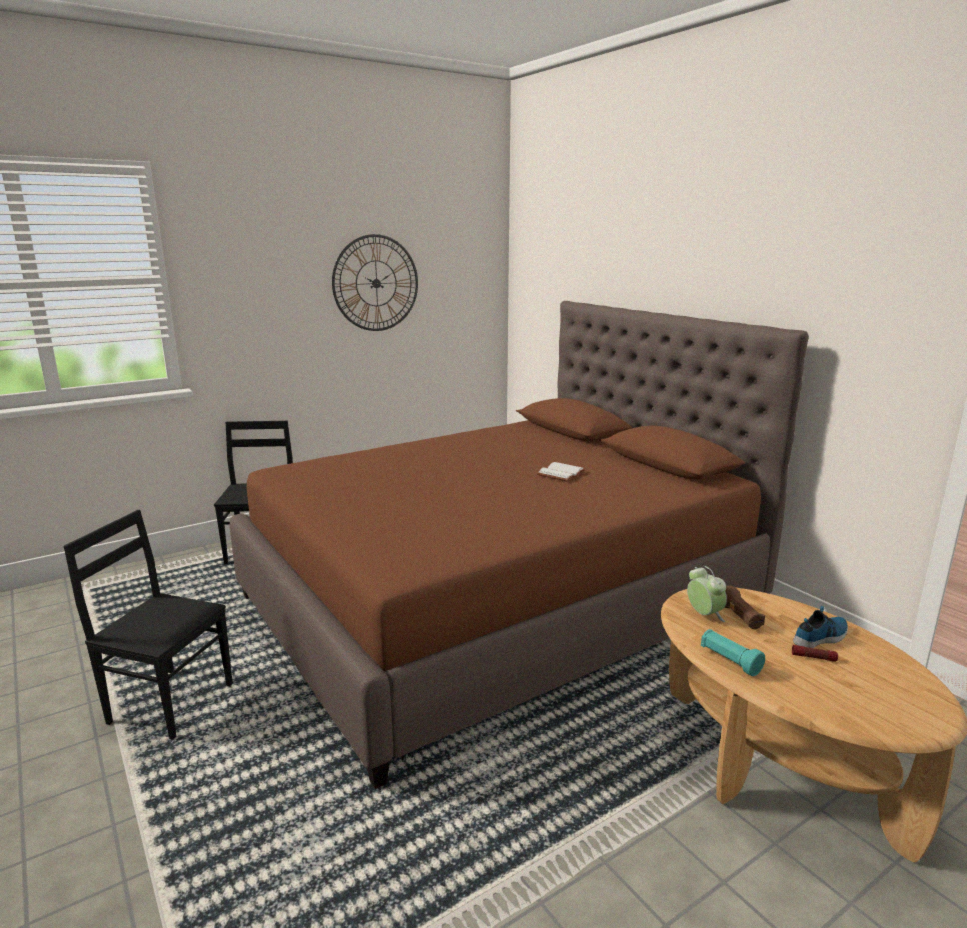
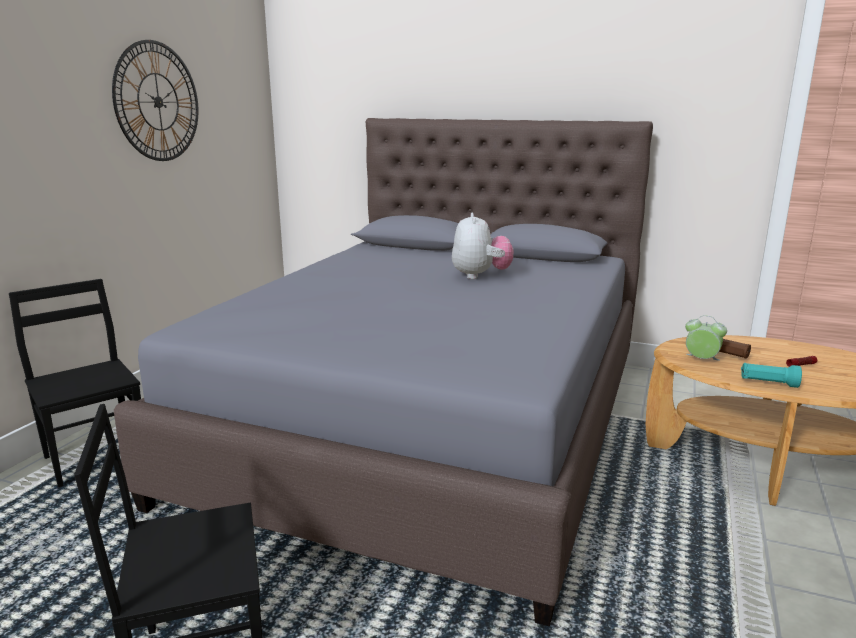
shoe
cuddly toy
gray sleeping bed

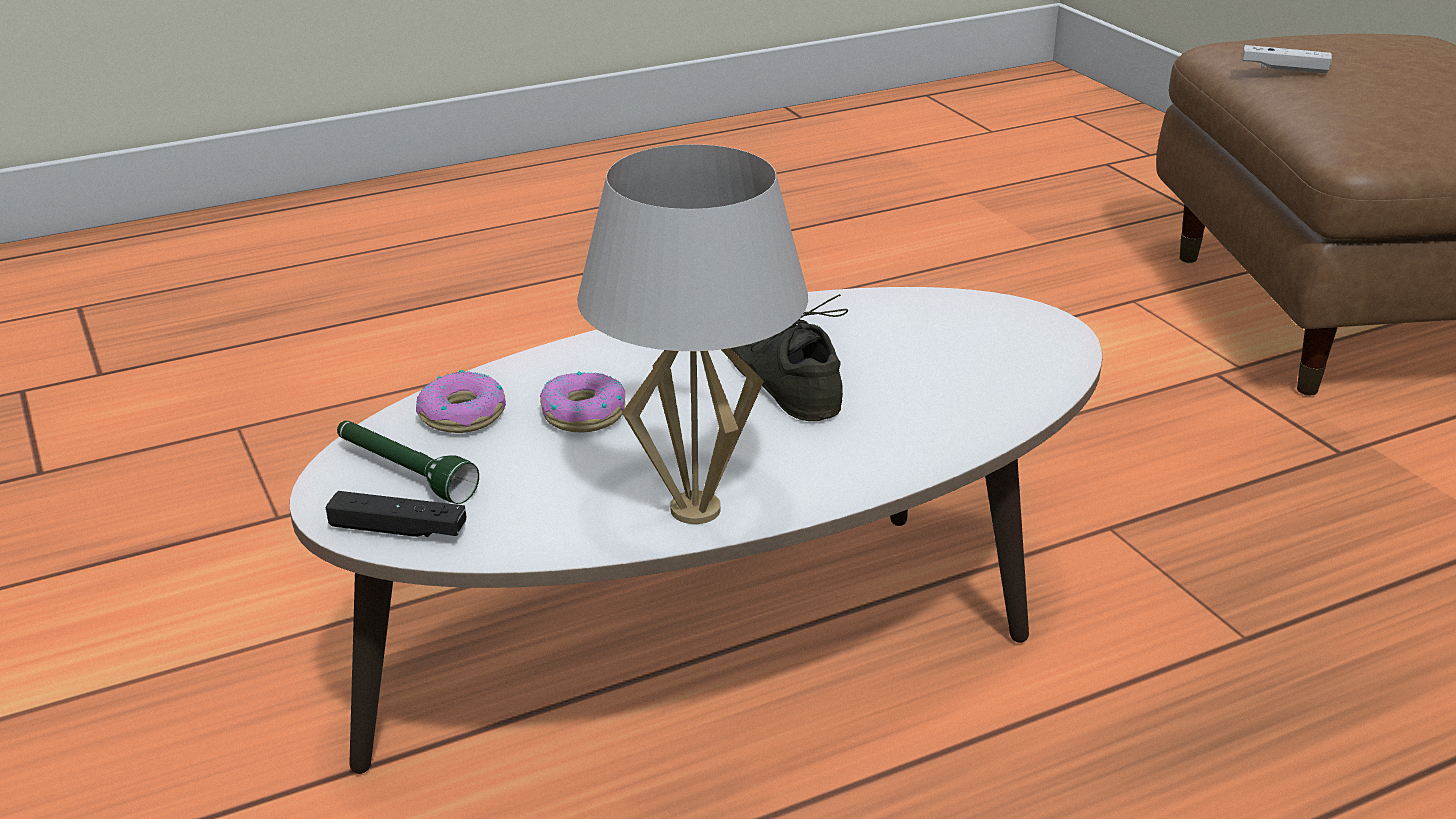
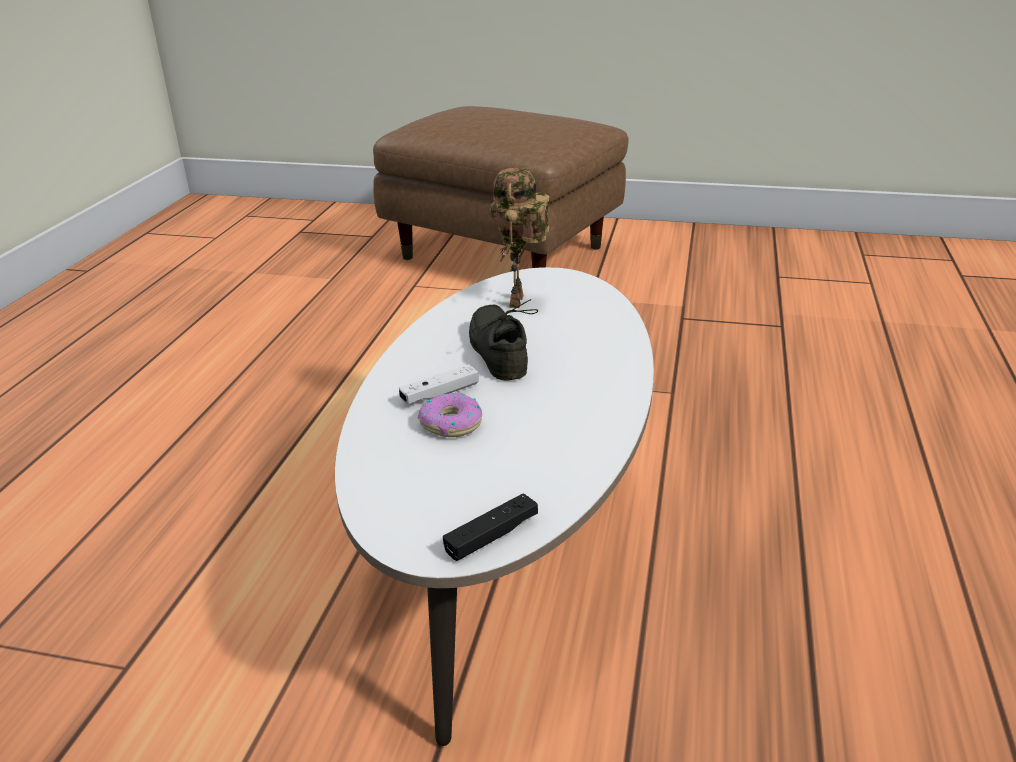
green-coloured flashlight
donut (1st from left in the first image)
white tabletop lamp
robot figure
white gamepad
gray shoe

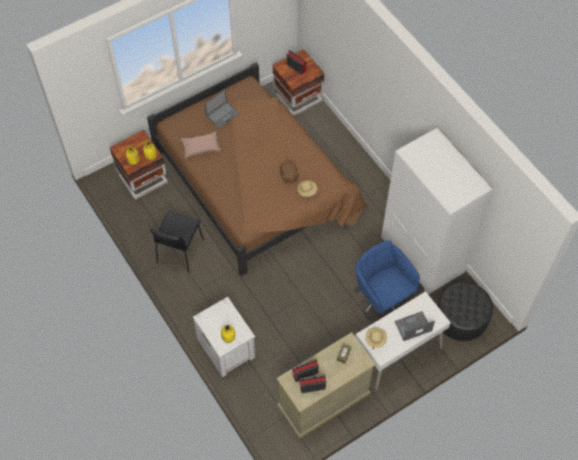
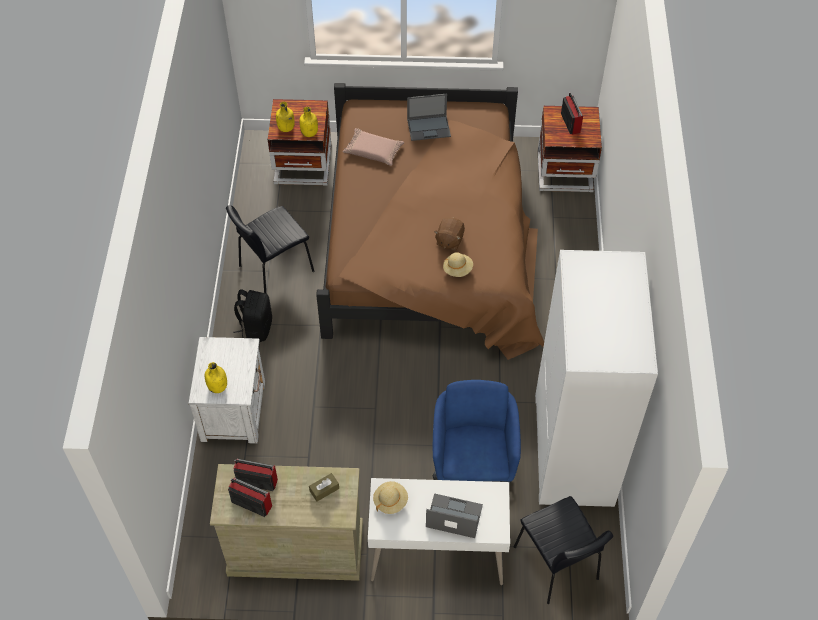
black-coloured knapsack
black-coloured chair (2nd from left)

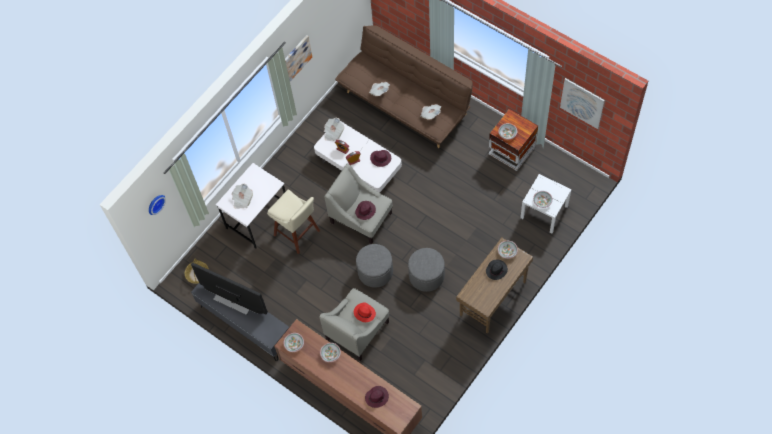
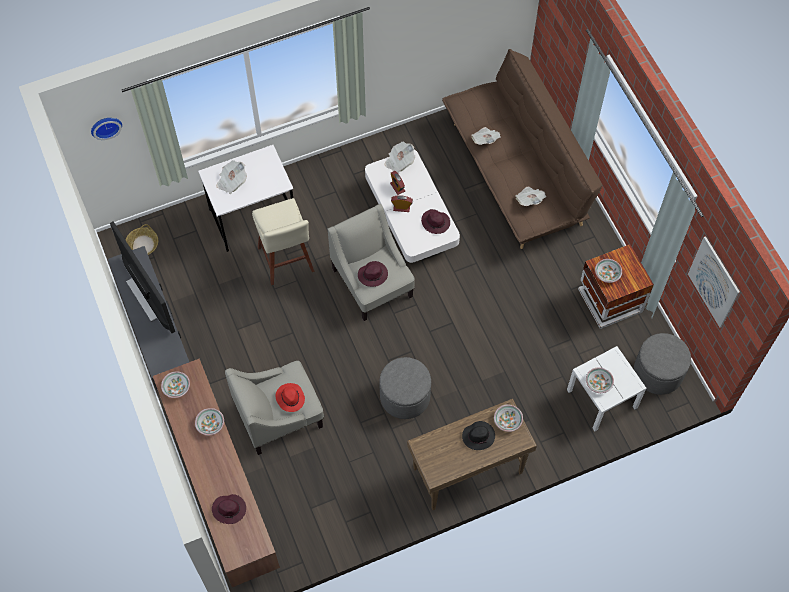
wall picture (1st from left in the first image)
gray ottoman (2nd from left)

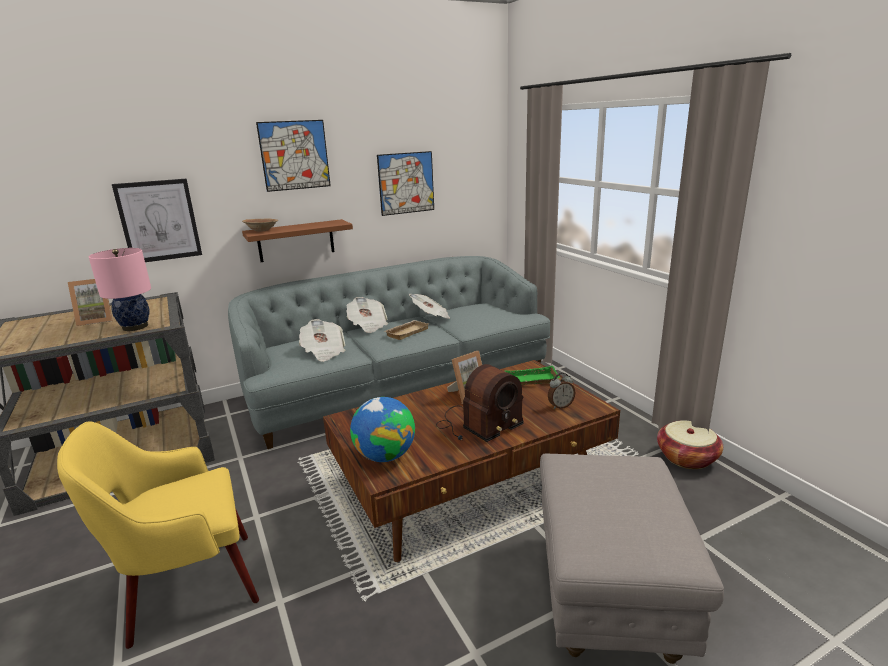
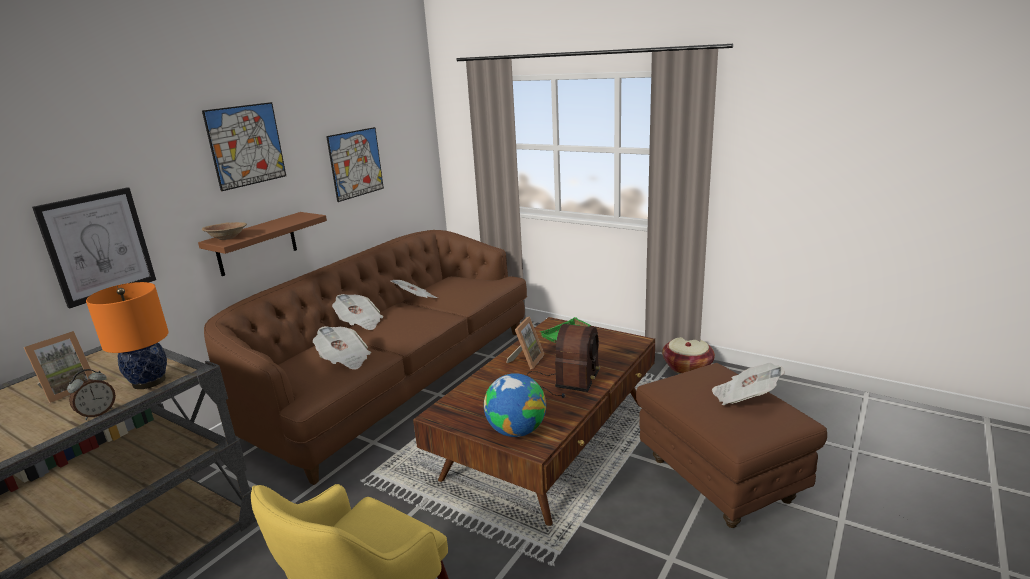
sand-coloured tray
newspaper (4th from left)
table clock
orangey tabletop lamp
brown sofa
brown ottoman

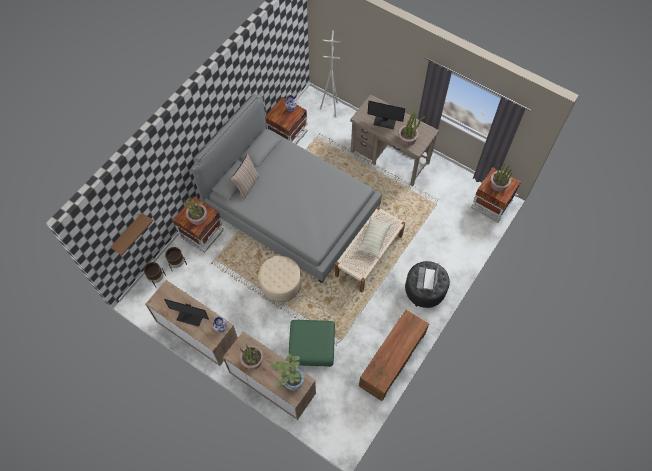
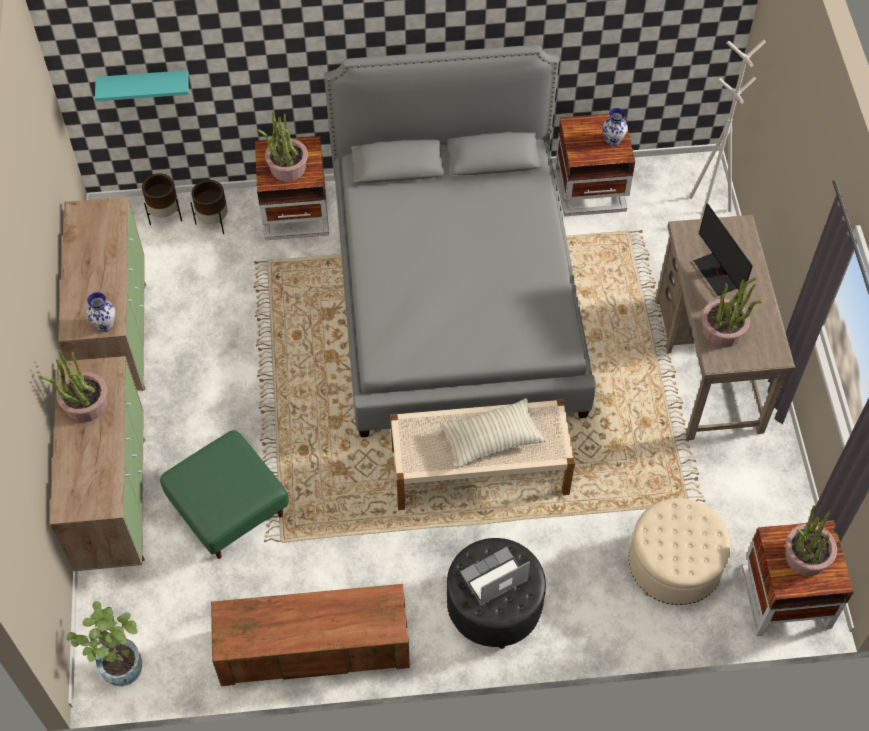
monitor (1st from left in the first image)
cushion (1st from left in the first image)
sand-coloured ottoman
plant in a pot (2nd from left)
blue-green wall shelf

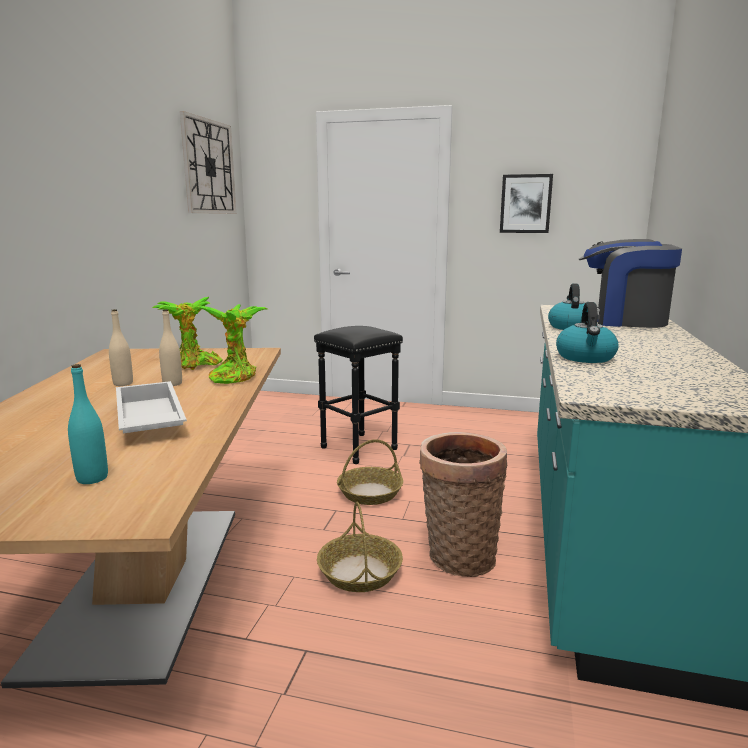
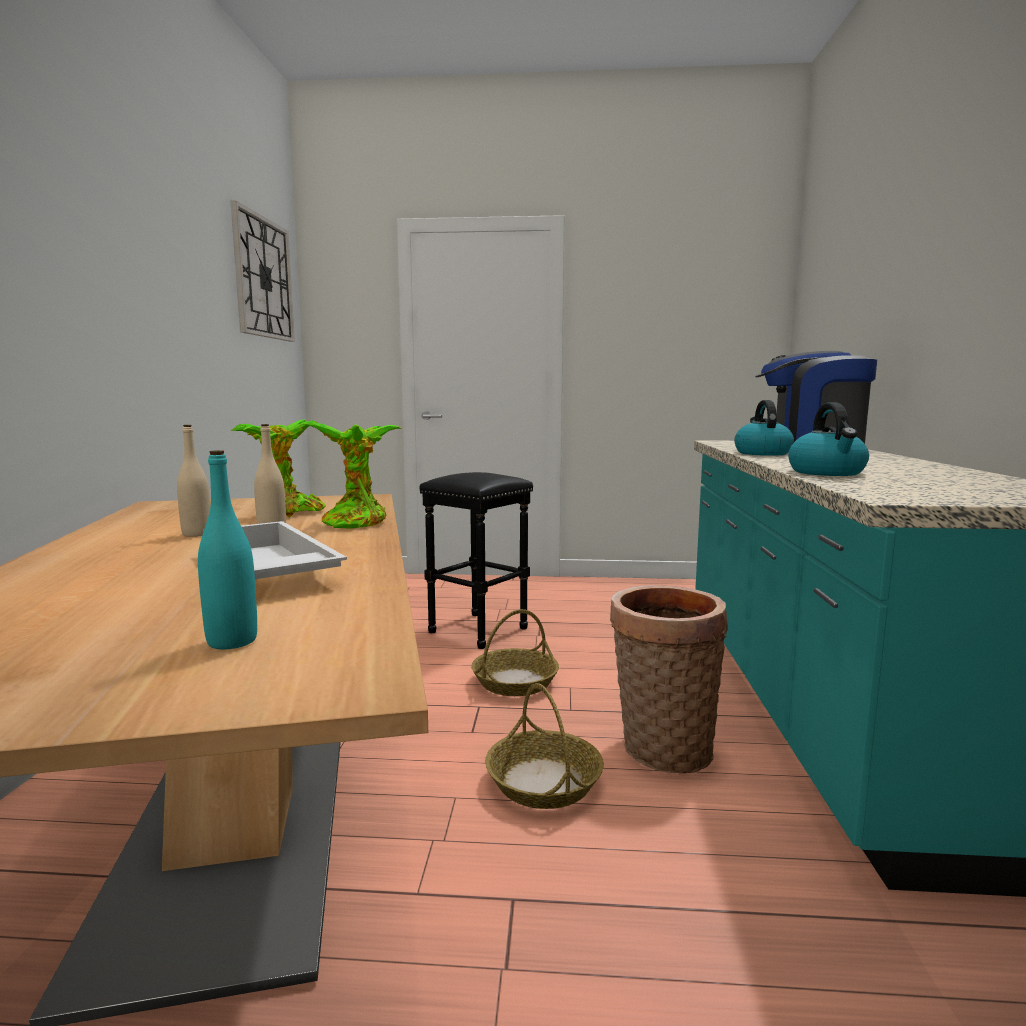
wall picture

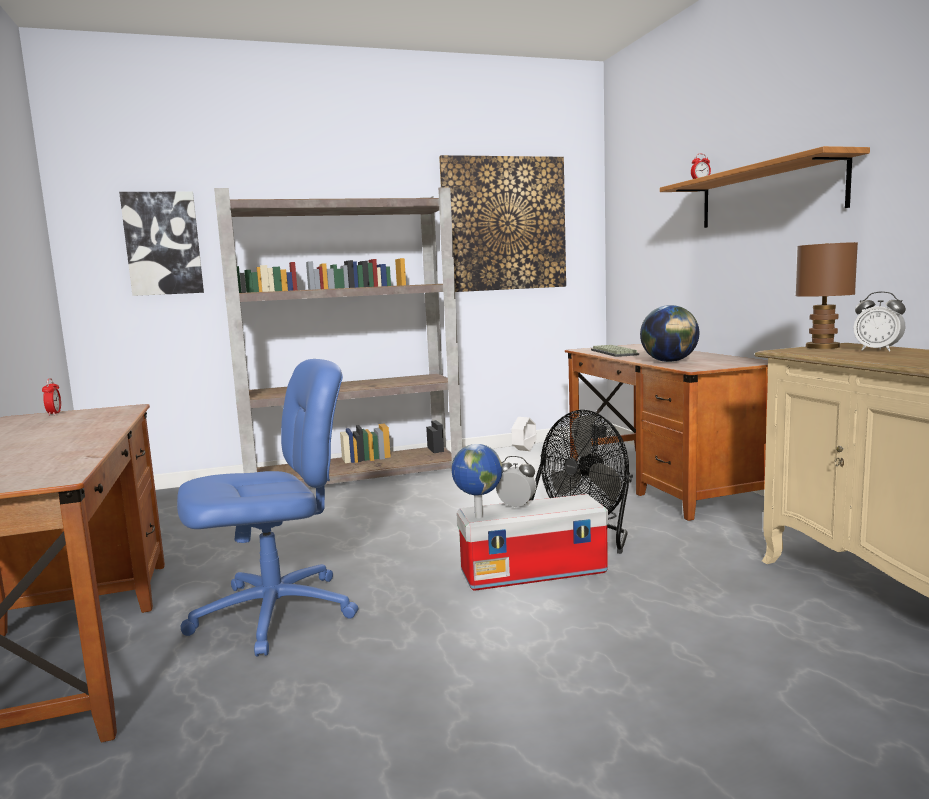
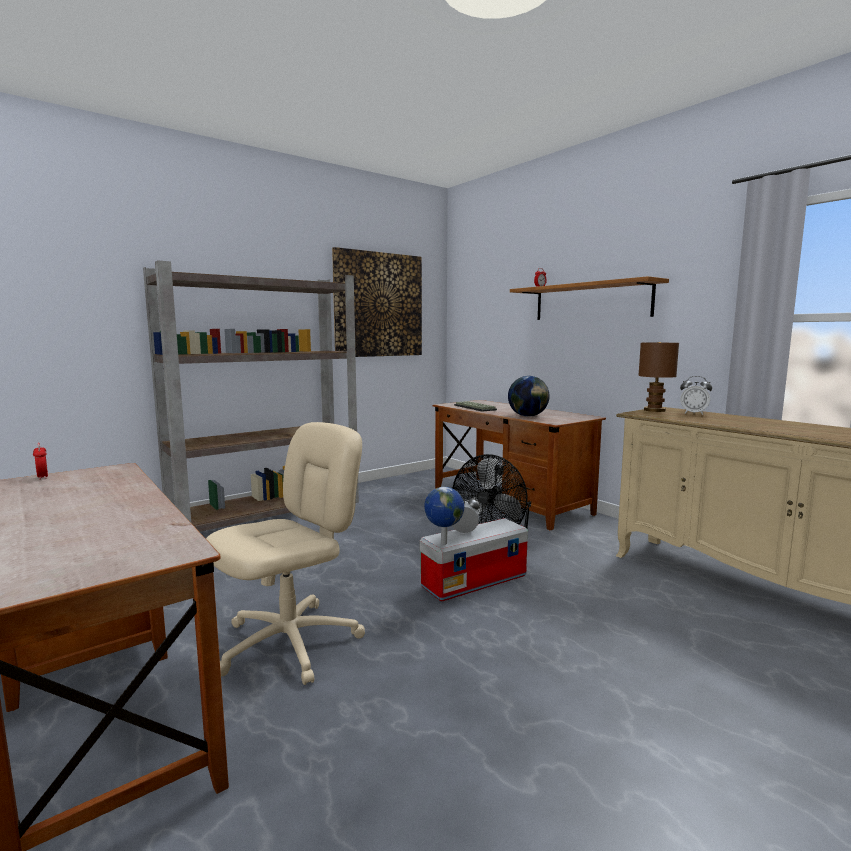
wall picture (1st from left in the first image)
white flower pot
sand-coloured office chair

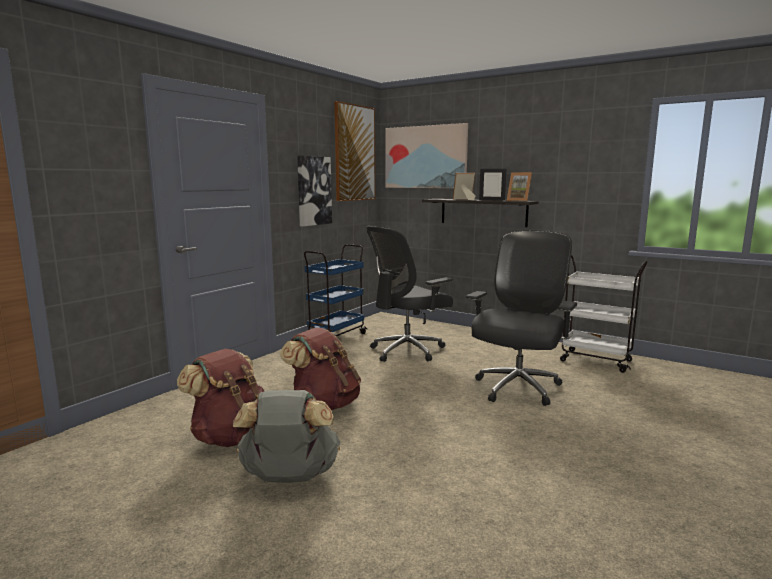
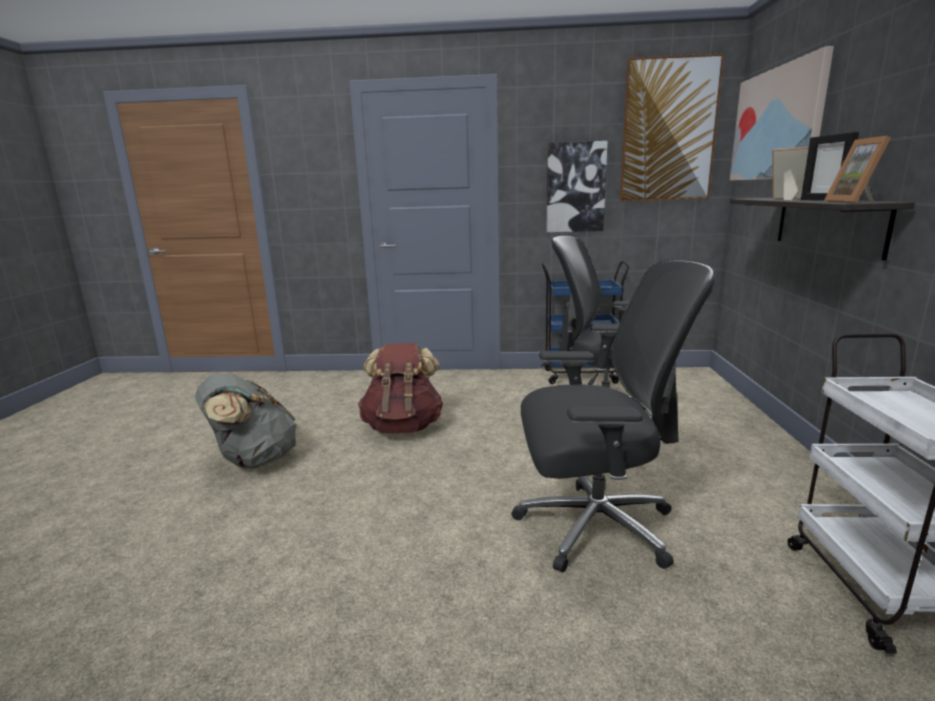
brown knapsack (1st from left in the first image)

